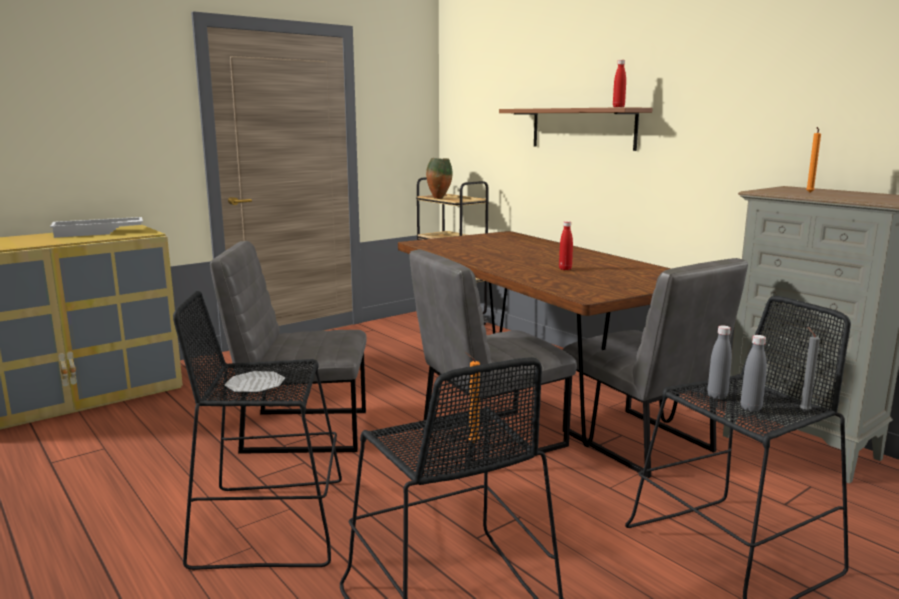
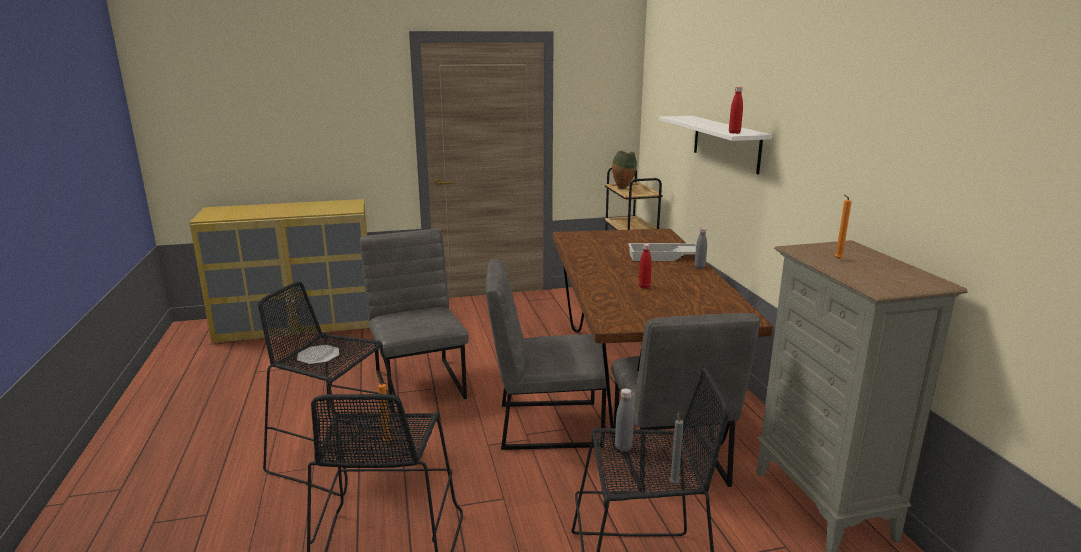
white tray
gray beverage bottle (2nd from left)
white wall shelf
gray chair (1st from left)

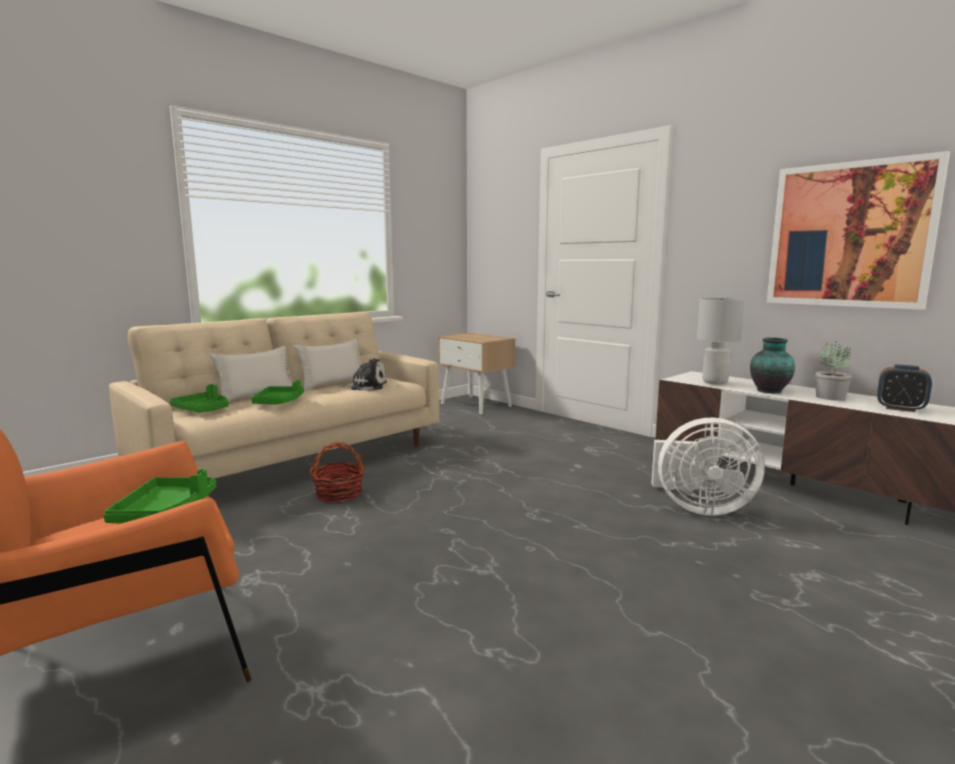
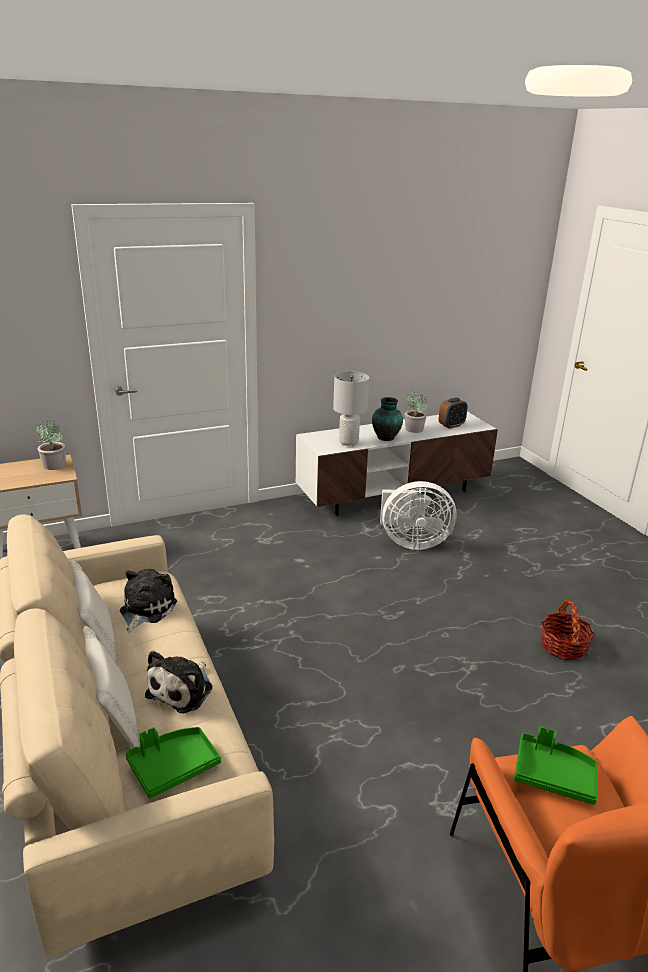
wall picture
plant in a pot (1st from left)
basket
cuddly toy (2nd from left)
white cooling fan

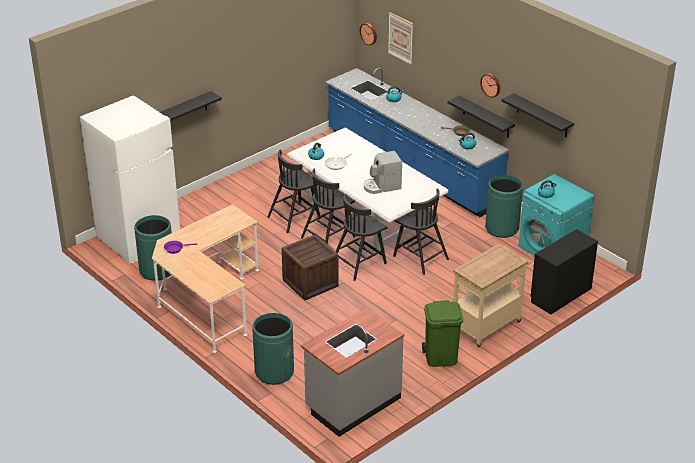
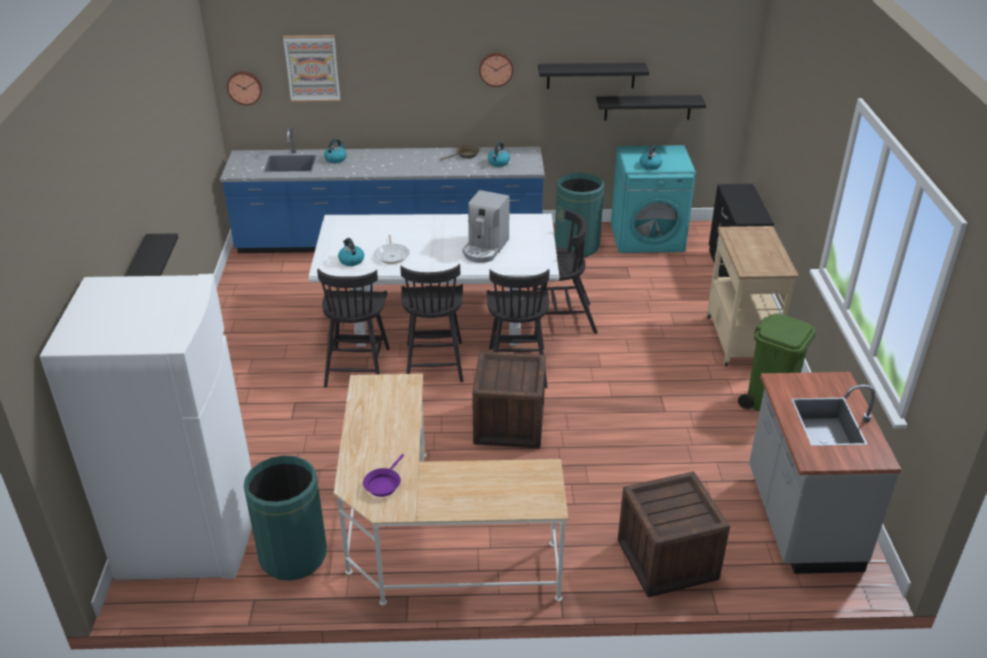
black-coloured wall shelf (3rd from left)
shipping crate (2nd from left)

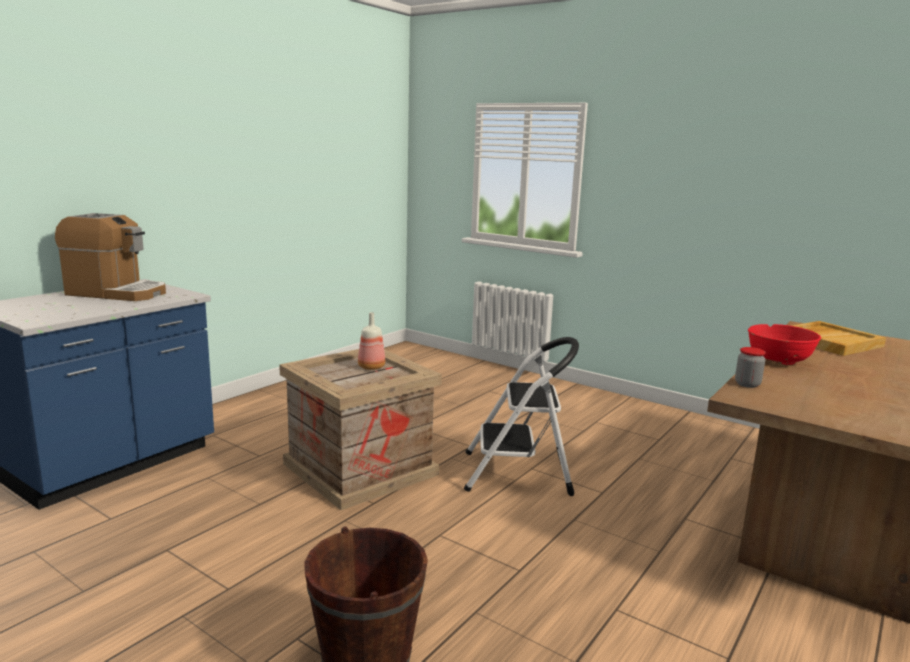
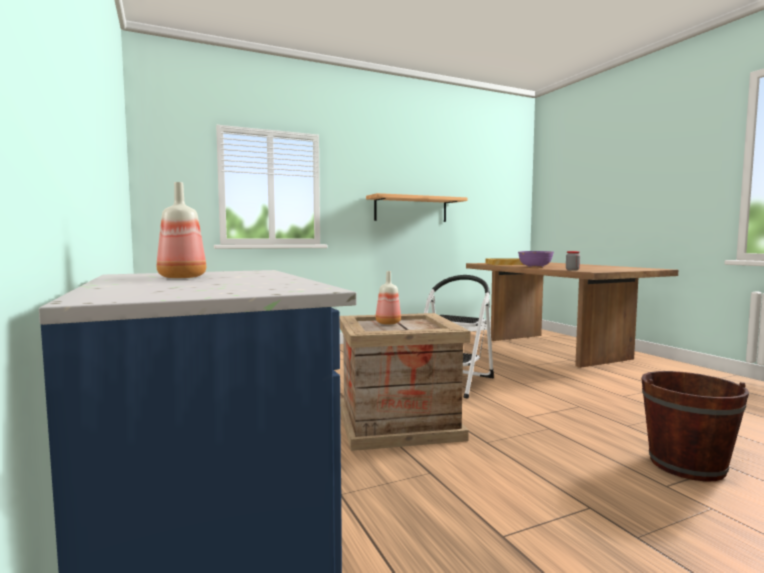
wall shelf
beverage bottle (1st from left)
purple-coloured bowl

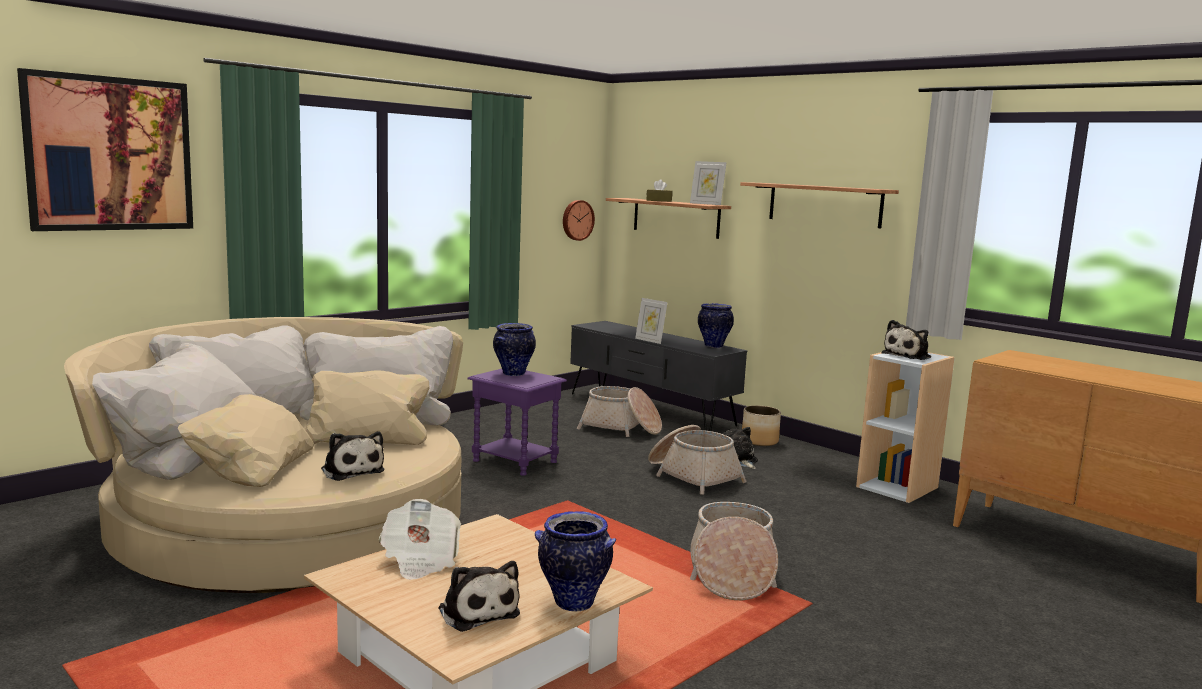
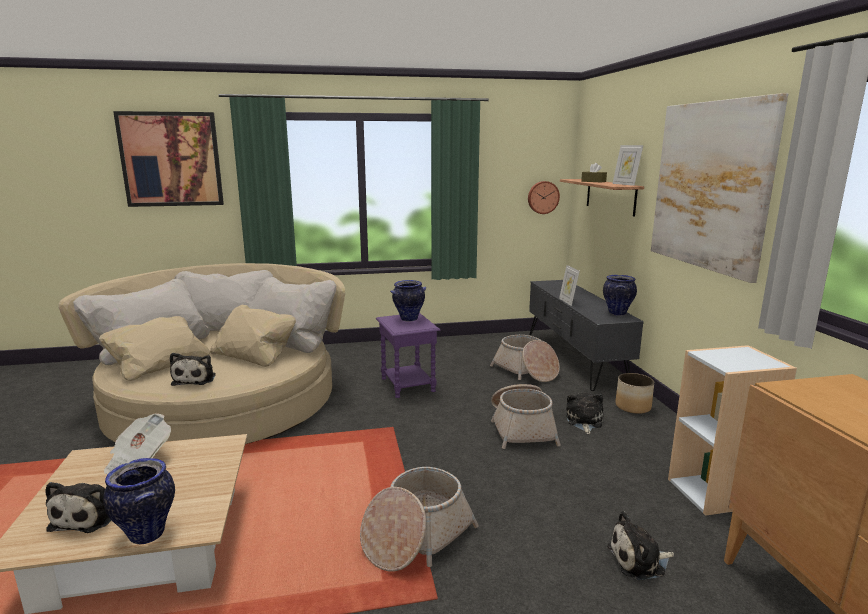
cuddly toy (4th from left)
wall picture (2nd from left)

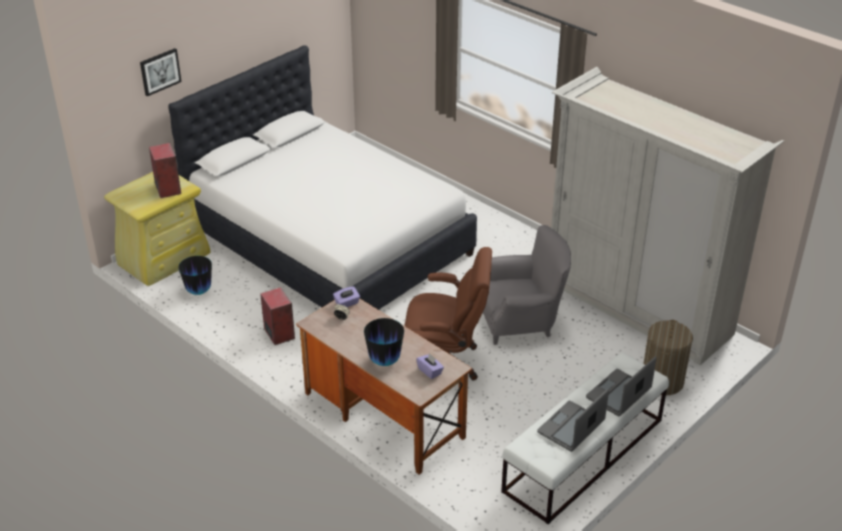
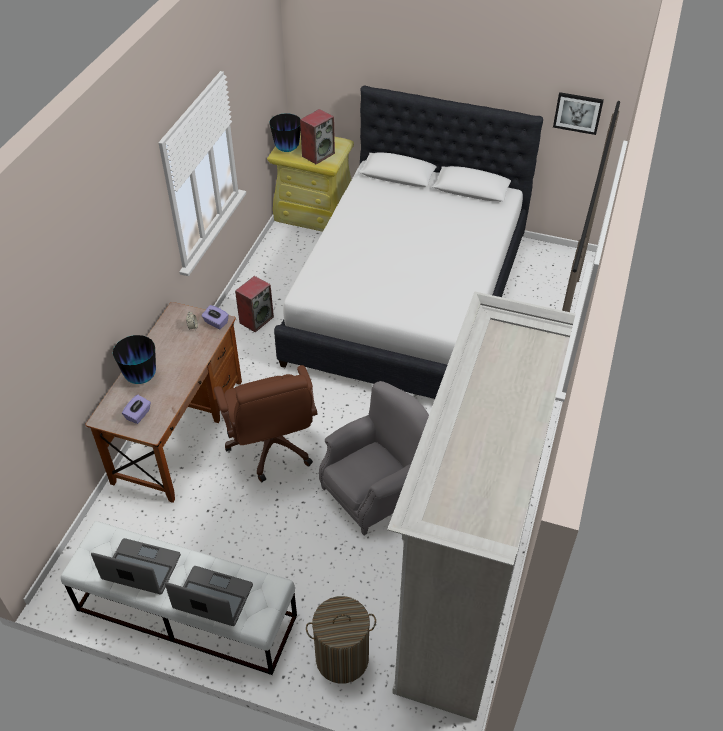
wall picture
decorative vase (2nd from left)
gray armchair

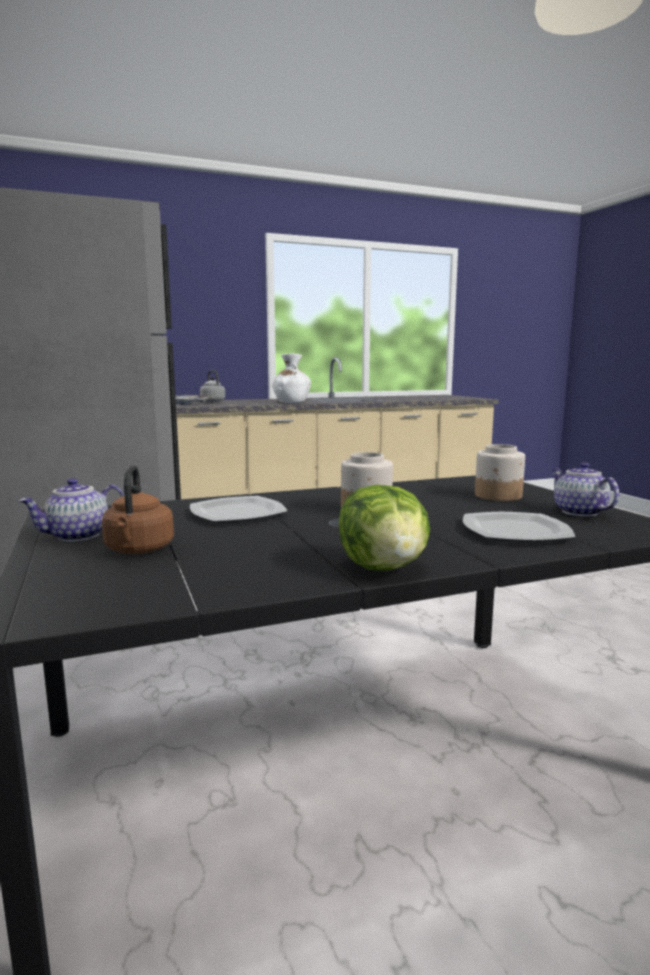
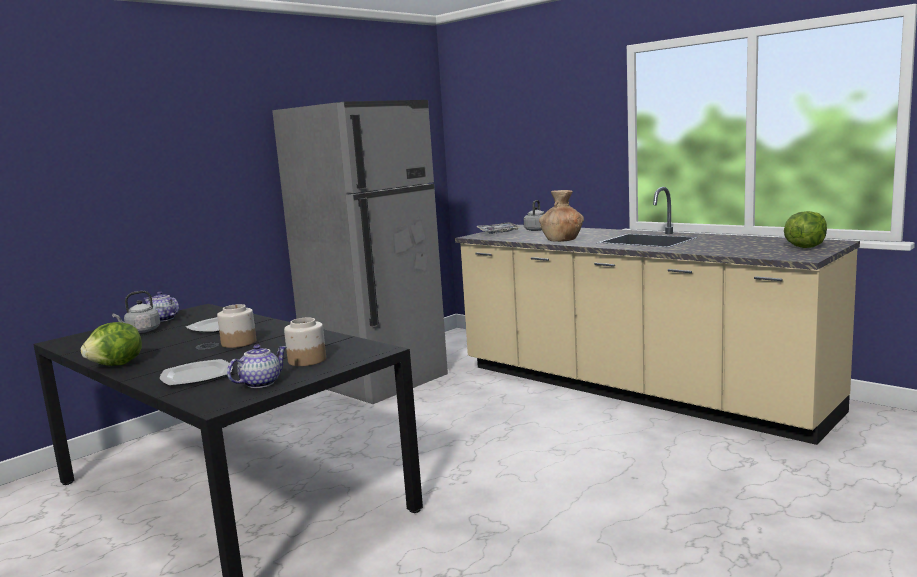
lettuce head (2nd from left)
gray water kettle (1st from left)
brown decorative vase

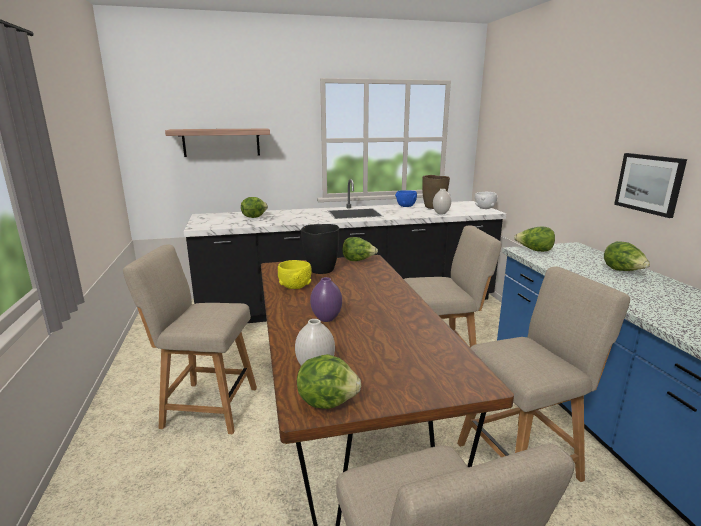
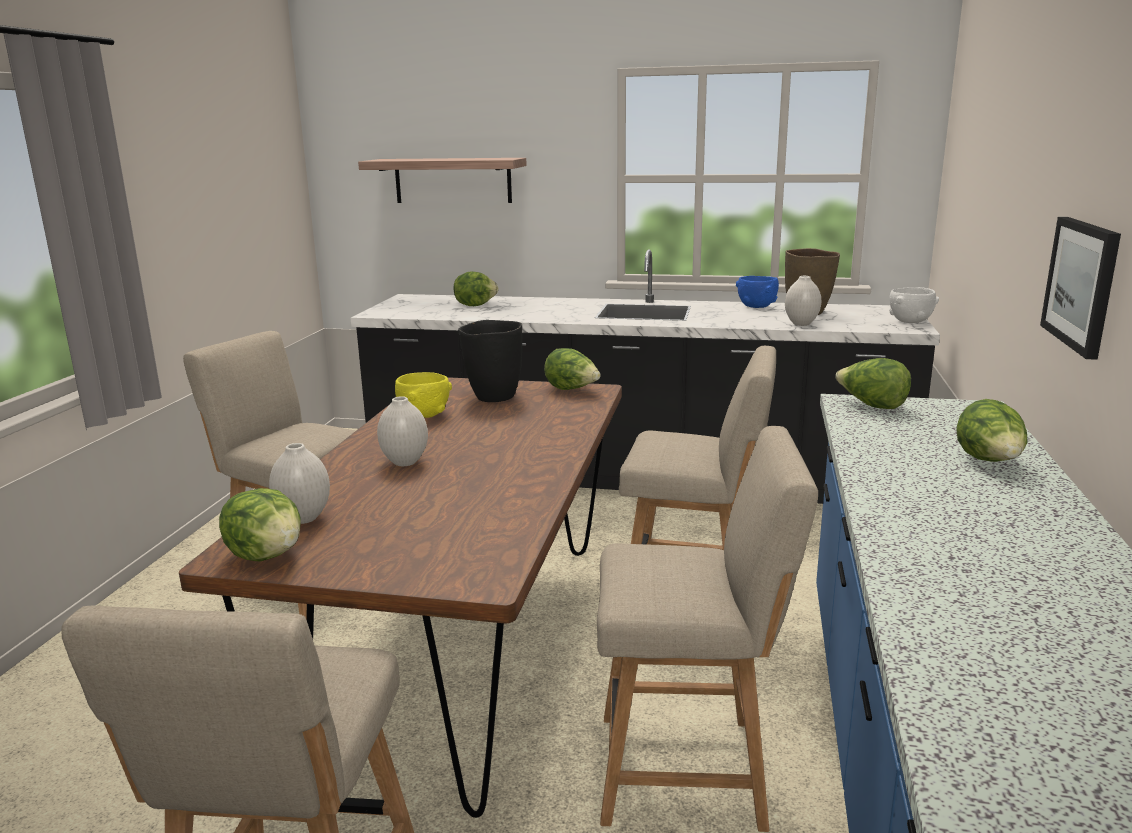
white decorative vase (2nd from left)

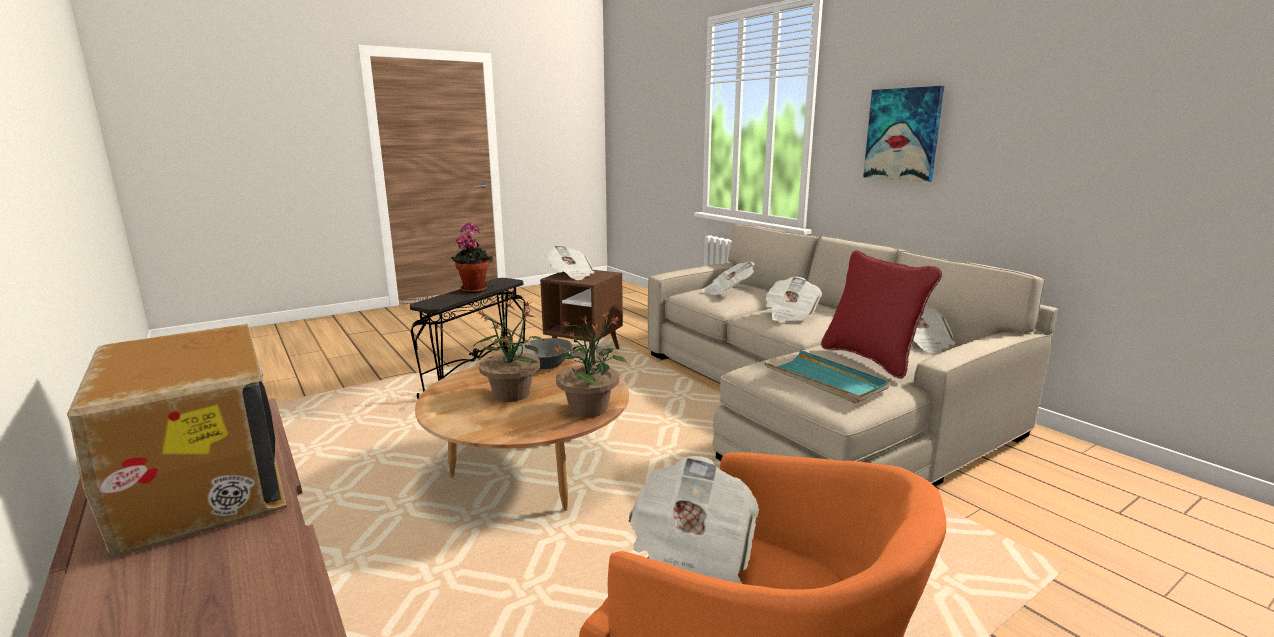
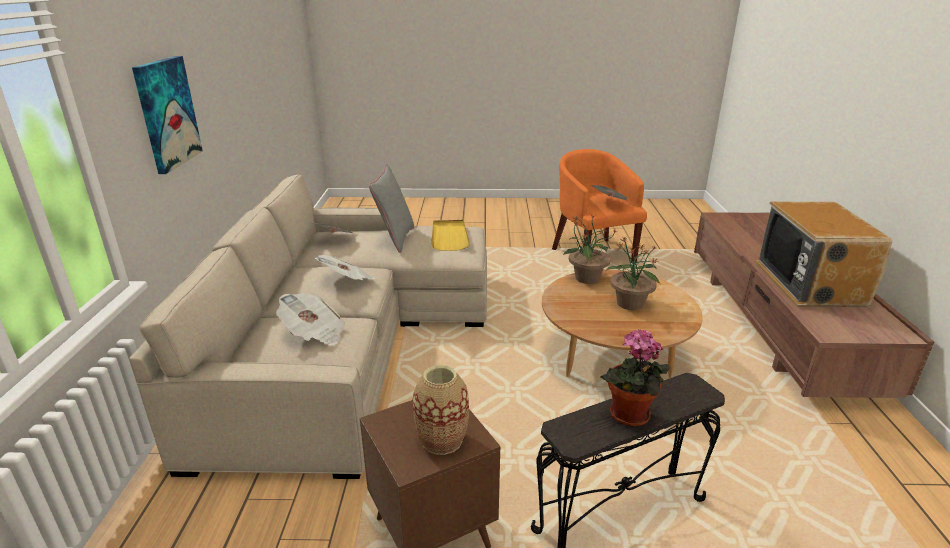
gray bowl
decorative vase
yellow-coloured tray
gray cushion

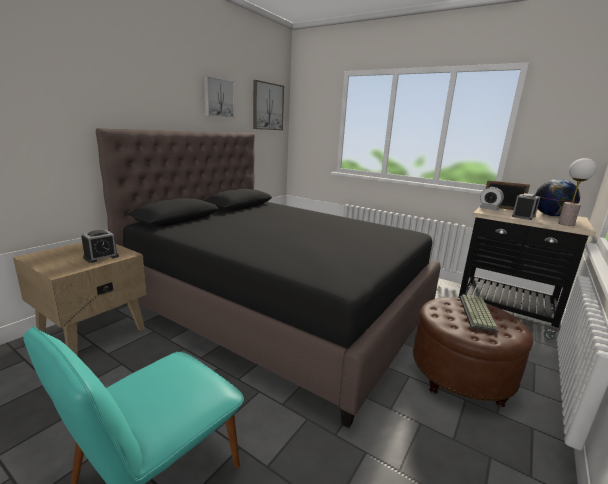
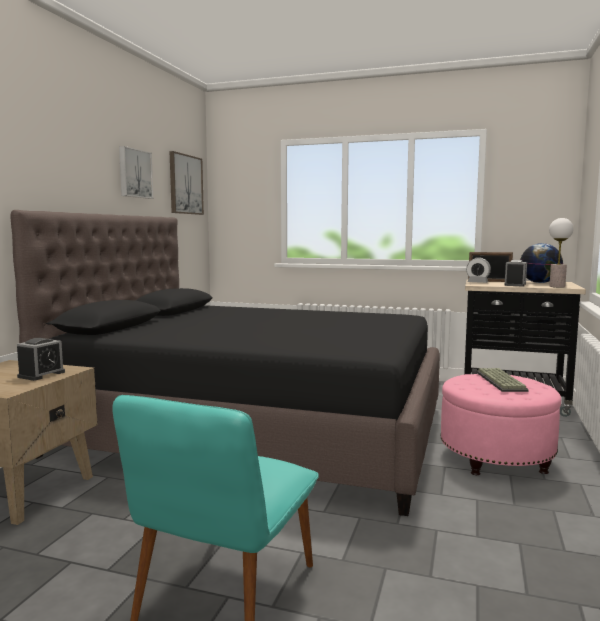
pink ottoman

